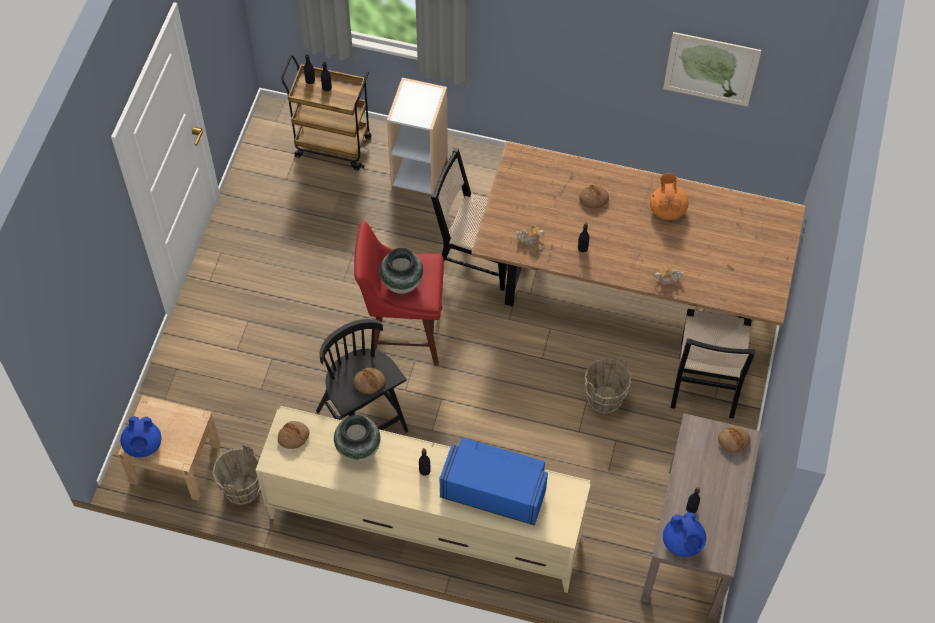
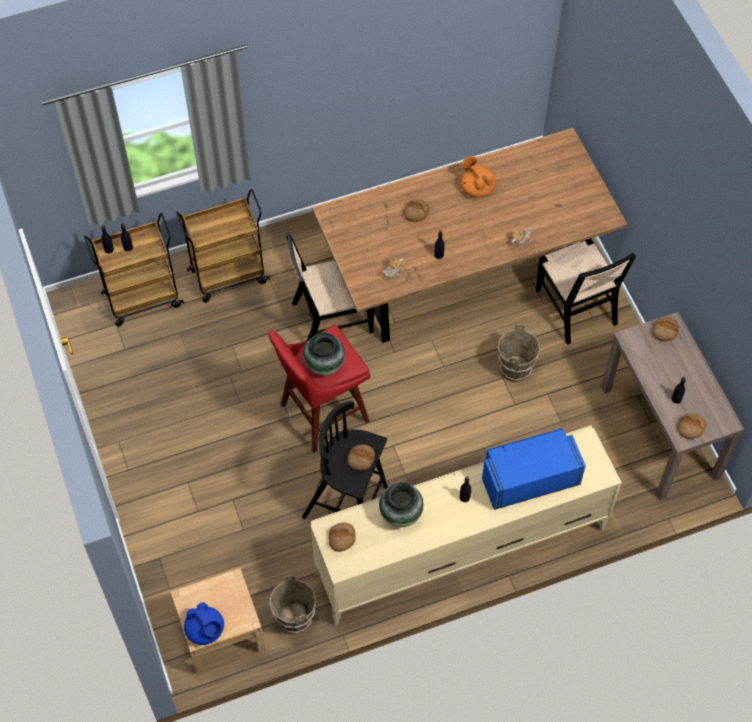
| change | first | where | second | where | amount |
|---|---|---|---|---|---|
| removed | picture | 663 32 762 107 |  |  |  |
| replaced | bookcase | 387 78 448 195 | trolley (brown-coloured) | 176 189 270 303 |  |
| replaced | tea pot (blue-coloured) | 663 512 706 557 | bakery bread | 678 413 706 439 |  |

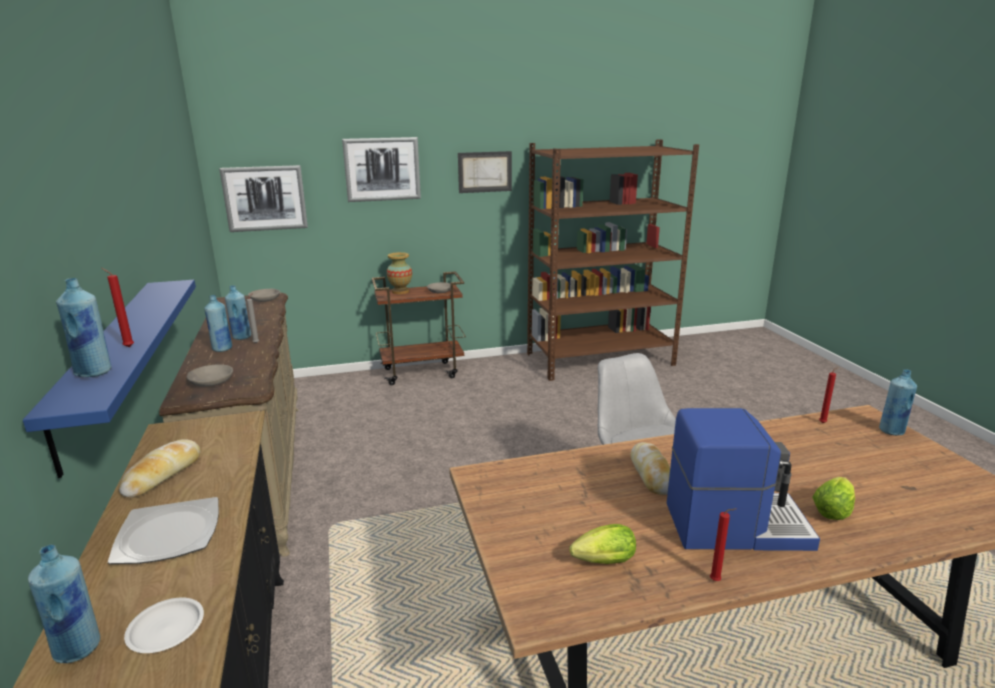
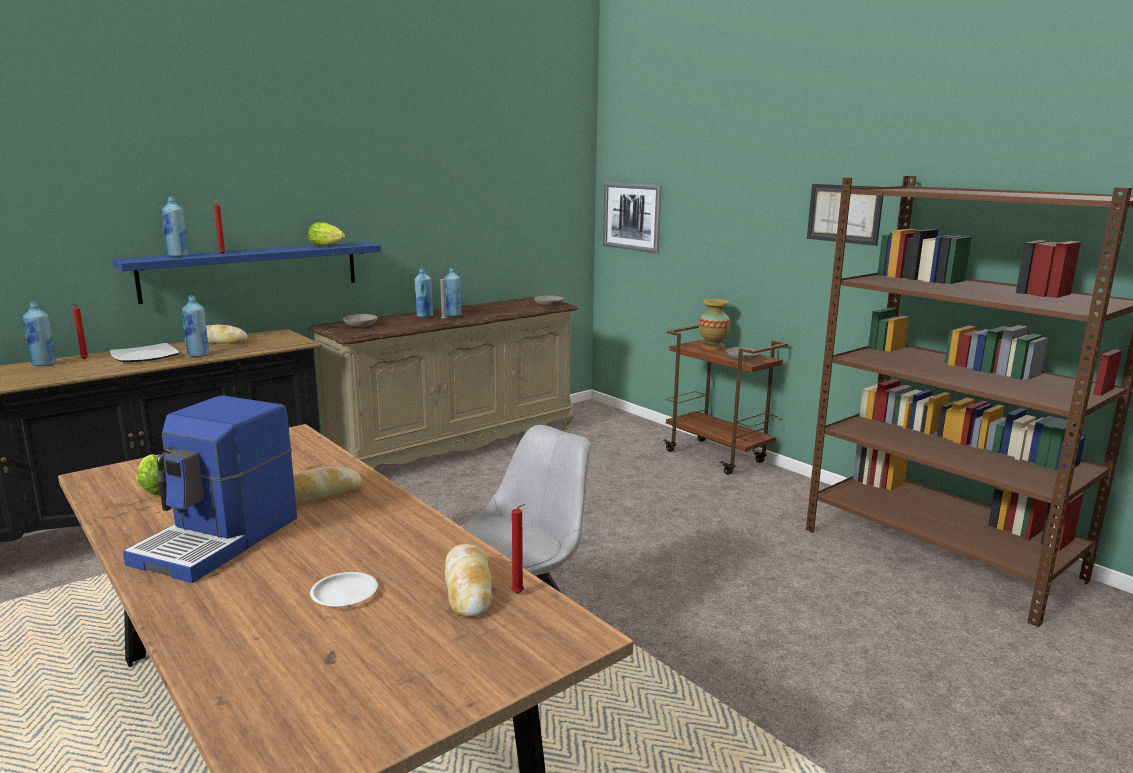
| change | first | where | second | where | amount |
|---|---|---|---|---|---|
| removed | picture | 342 137 421 202 |  |  |  |
| moved | drink bottle (blue-coloured) | 879 369 917 435 |  | 182 295 209 357 |  |
| turned | coffee maker | 667 408 820 551 |  | 123 395 297 583 | 45 degrees clockwise |
| moved | lettuce head | 812 477 855 520 |  | 308 222 345 246 |  |
| moved | wax candle (reddish) | 710 508 736 581 |  | 73 304 89 359 |  |
| moved | plate (white-coloured) | 124 597 204 653 |  | 310 572 378 607 |  |
| added |  |  | bakery bread | 445 544 492 617 |  |

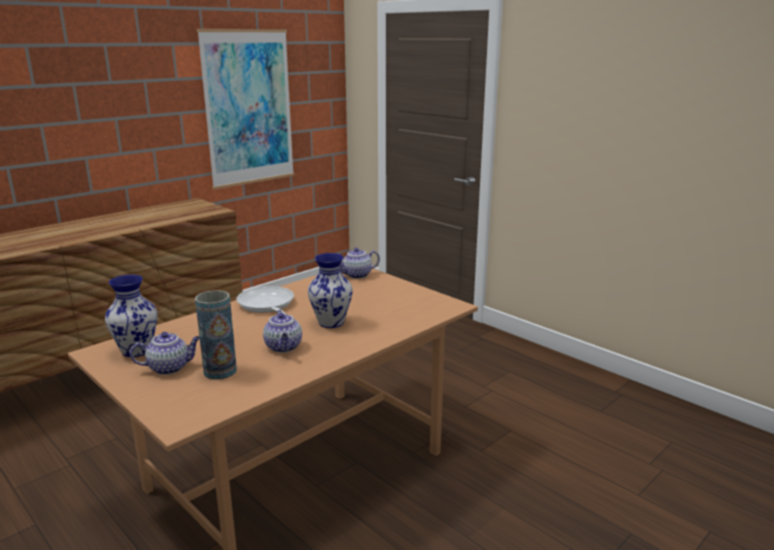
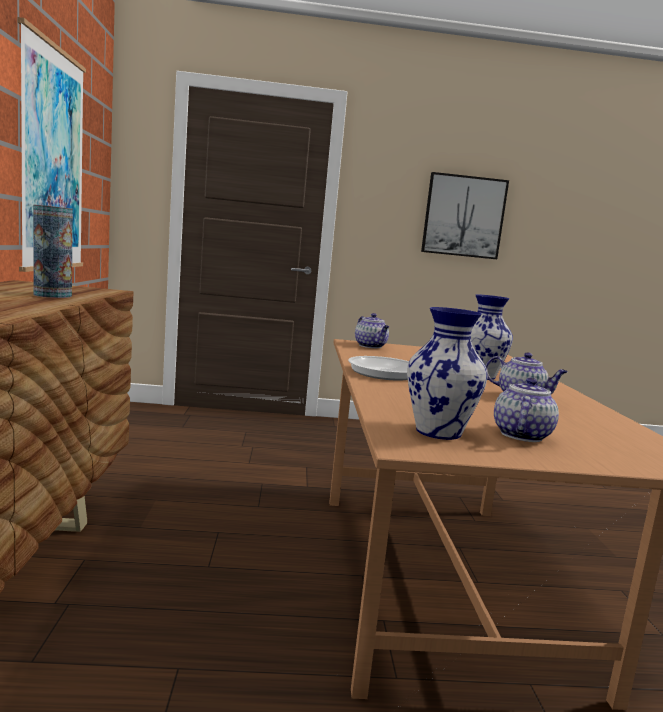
| change | first | where | second | where | amount |
|---|---|---|---|---|---|
| turned | tea pot | 340 248 380 279 |  | 355 313 389 348 | 45 degrees counterclockwise |
| moved | flower vase | 195 290 237 380 |  | 33 205 73 298 |  |
| added |  |  | picture | 421 172 509 259 |  |

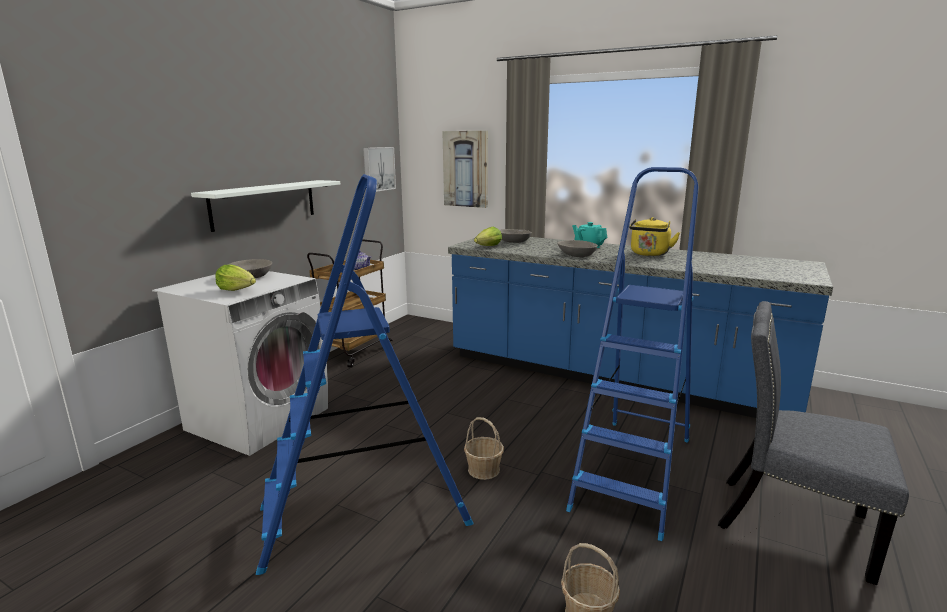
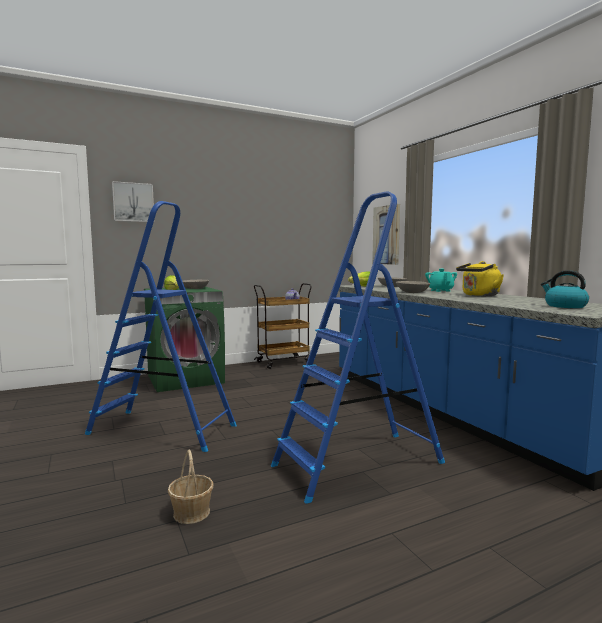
| change | first | where | second | where | amount |
|---|---|---|---|---|---|
| moved | picture | 363 147 396 192 |  | 112 181 154 222 |  |
| removed | bracket shelf (white-coloured) | 191 180 340 232 |  |  |  |
| recoloured | laundry machine (white-coloured) | 152 271 328 456 | laundry machine (greenish) | 144 287 225 392 |  |
| removed | plain chair (greyish) | 718 301 909 585 |  |  |  |
| removed | basket | 464 417 504 480 |  |  |  |
| added |  |  | kettle | 541 270 589 308 |  |

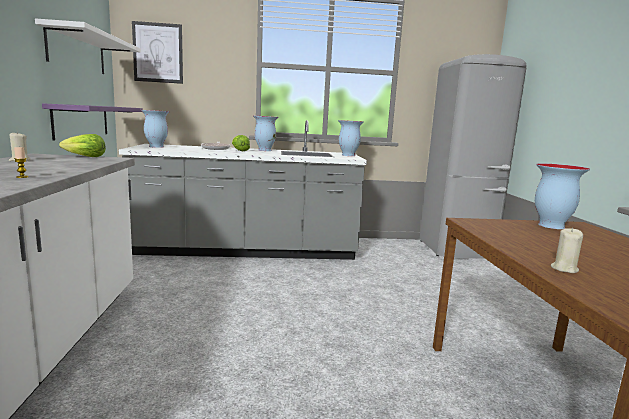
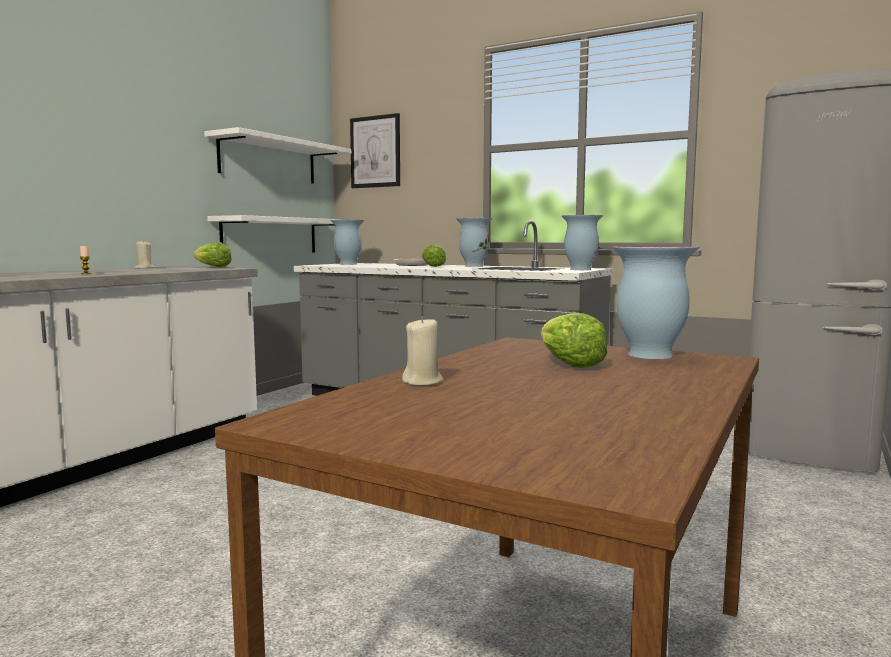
| change | first | where | second | where | amount |
|---|---|---|---|---|---|
| recoloured | bracket shelf (purple) | 42 103 143 141 | bracket shelf (white-coloured) | 207 215 343 253 |  |
| added |  |  | lettuce head | 541 313 607 368 |  |

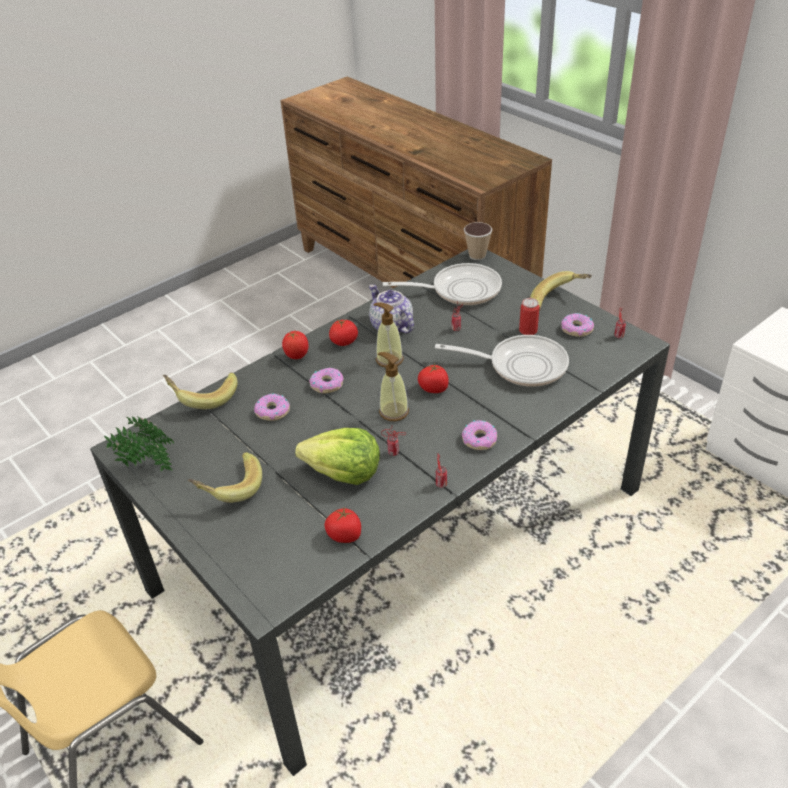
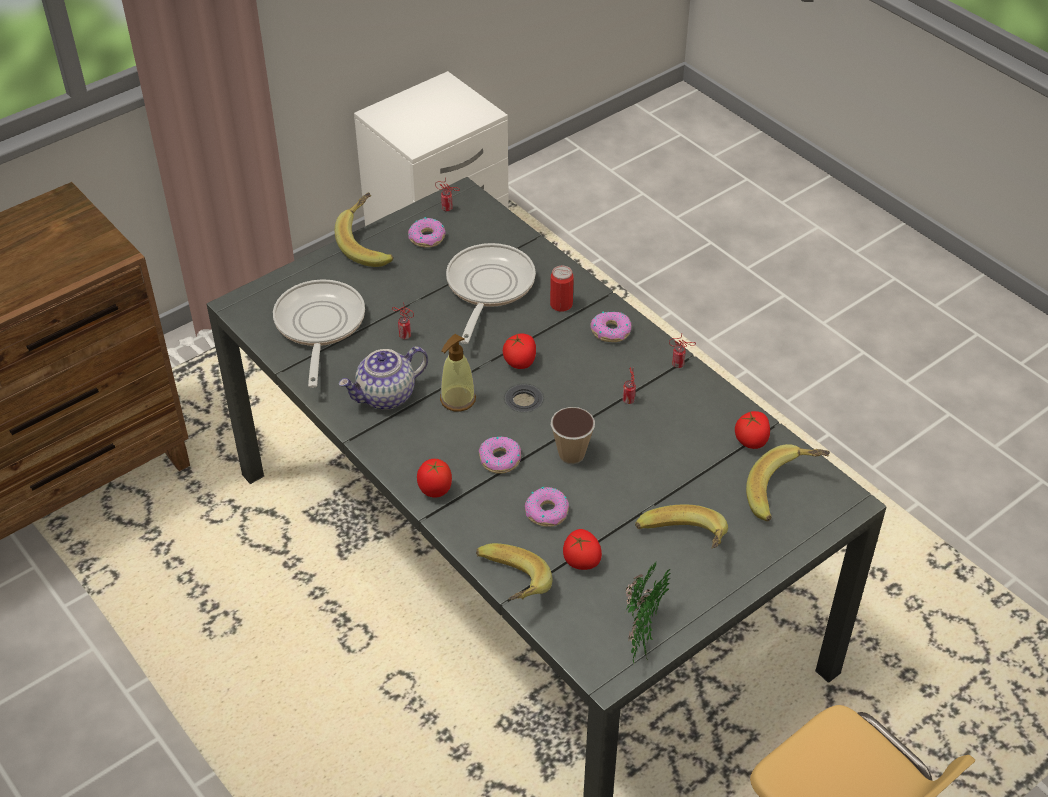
| change | first | where | second | where | amount |
|---|---|---|---|---|---|
| moved | drinking cup | 464 222 492 260 |  | 551 407 595 465 |  |
| moved | sealed can | 519 298 540 335 |  | 550 266 574 312 |  |
| moved | tomato | 329 319 358 346 |  | 563 529 602 570 |  |
| removed | soap bottle | 378 352 409 421 |  |  |  |
| removed | lettuce head | 295 428 380 485 |  |  |  |
| added |  |  | banana fruit | 746 444 830 521 |  |

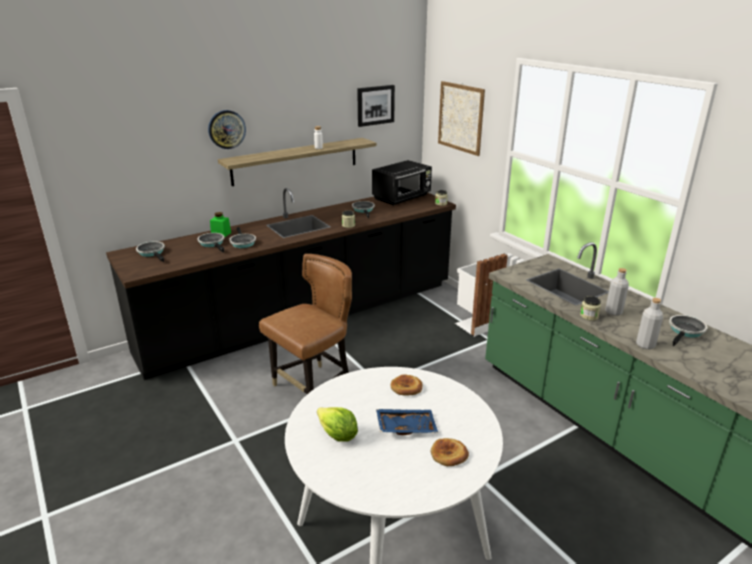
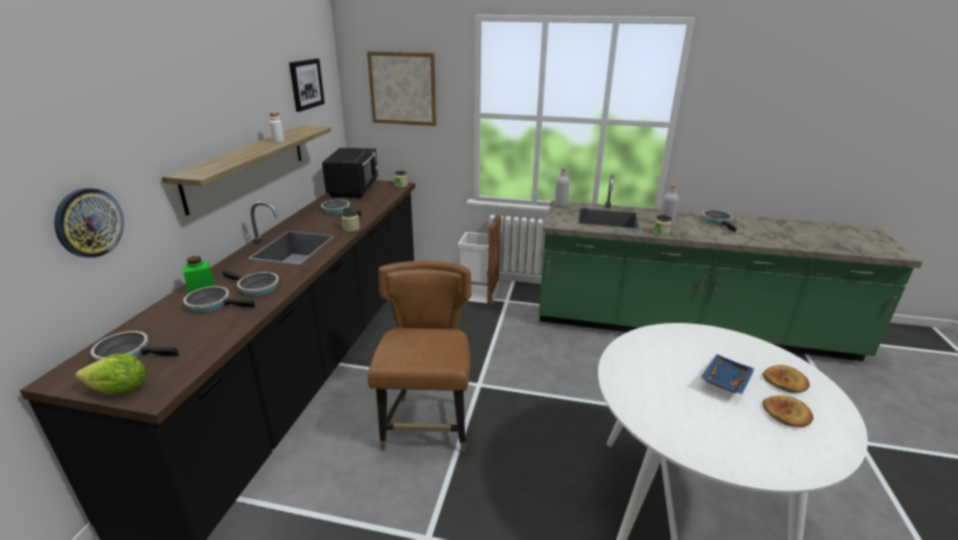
| change | first | where | second | where | amount |
|---|---|---|---|---|---|
| moved | hanging clock | 208 110 246 149 |  | 54 188 124 258 |  |
| moved | drink bottle (greyish) | 636 298 663 350 |  | 554 168 570 208 |  |
| moved | bakery bread | 391 375 423 396 |  | 763 395 814 427 |  |
| moved | lettuce head | 317 407 358 442 |  | 76 354 147 394 |  |

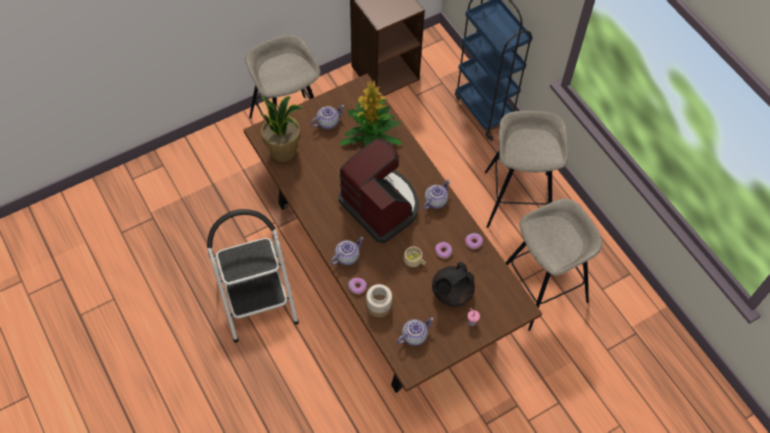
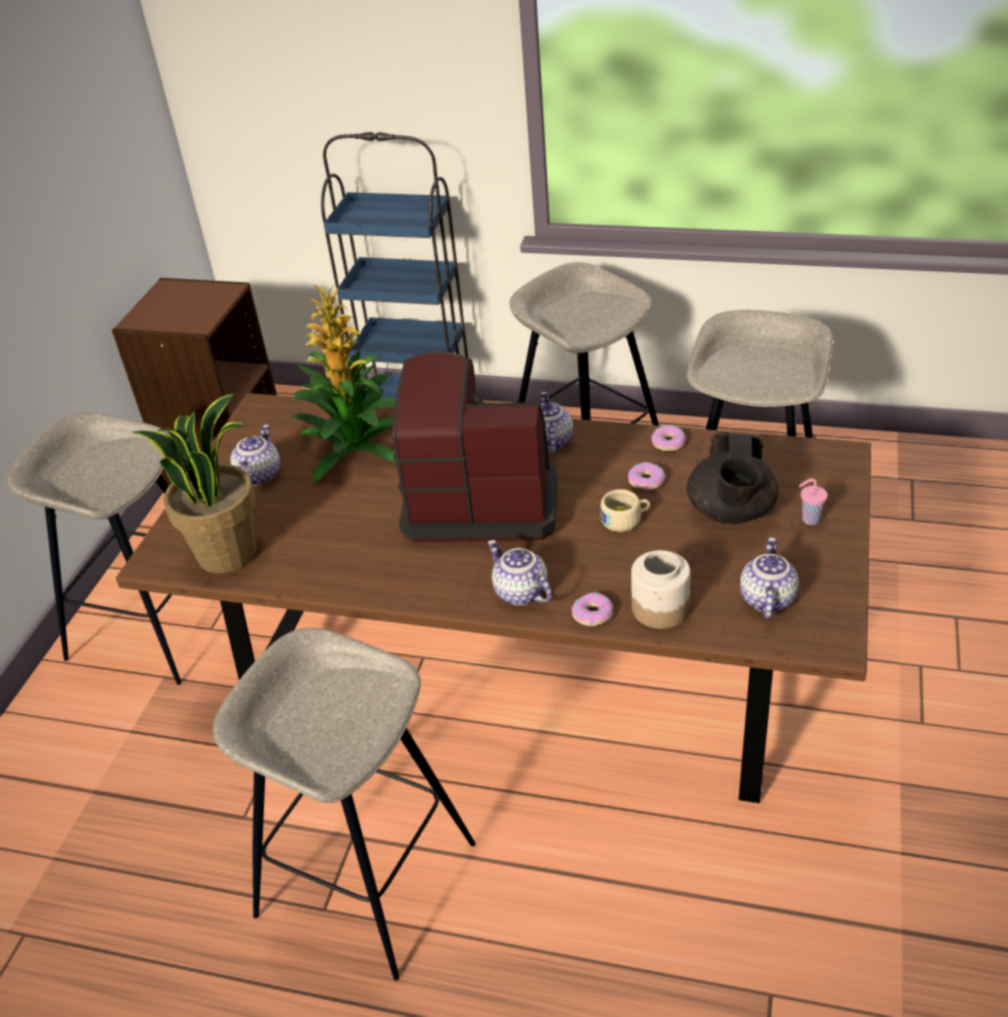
| change | first | where | second | where | amount |
|---|---|---|---|---|---|
| replaced | step ladder | 207 209 299 343 | sitting stool (greyish) | 213 628 476 981 |  |
| turned | tea pot | 330 237 364 265 |  | 488 540 552 605 | 45 degrees counterclockwise |

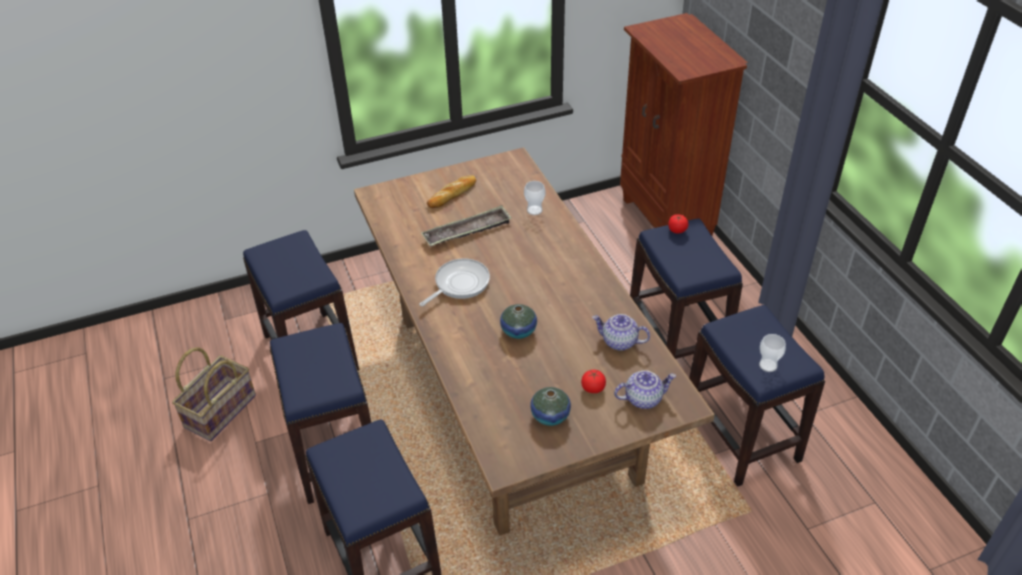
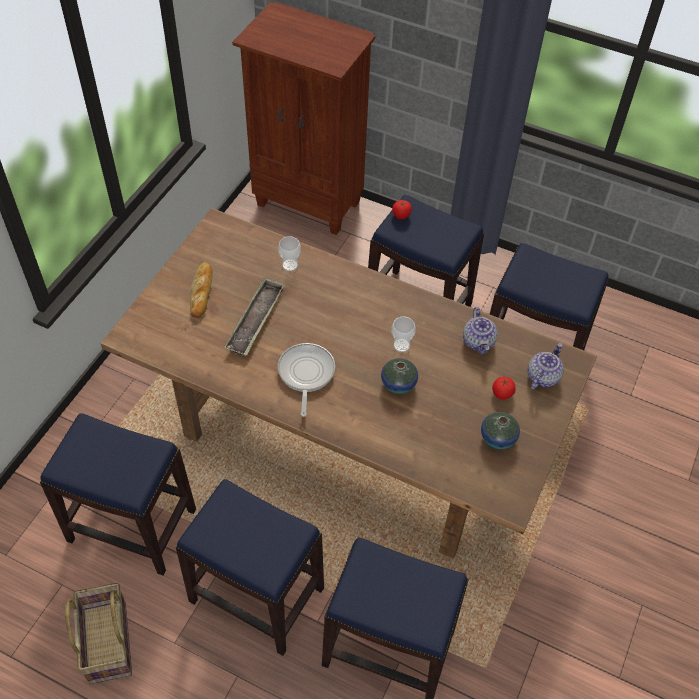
| change | first | where | second | where | amount |
|---|---|---|---|---|---|
| turned | tea pot | 592 314 650 351 |  | 463 307 498 354 | 75 degrees counterclockwise |
| moved | drinking cup | 759 334 786 372 |  | 391 316 416 352 |  |

